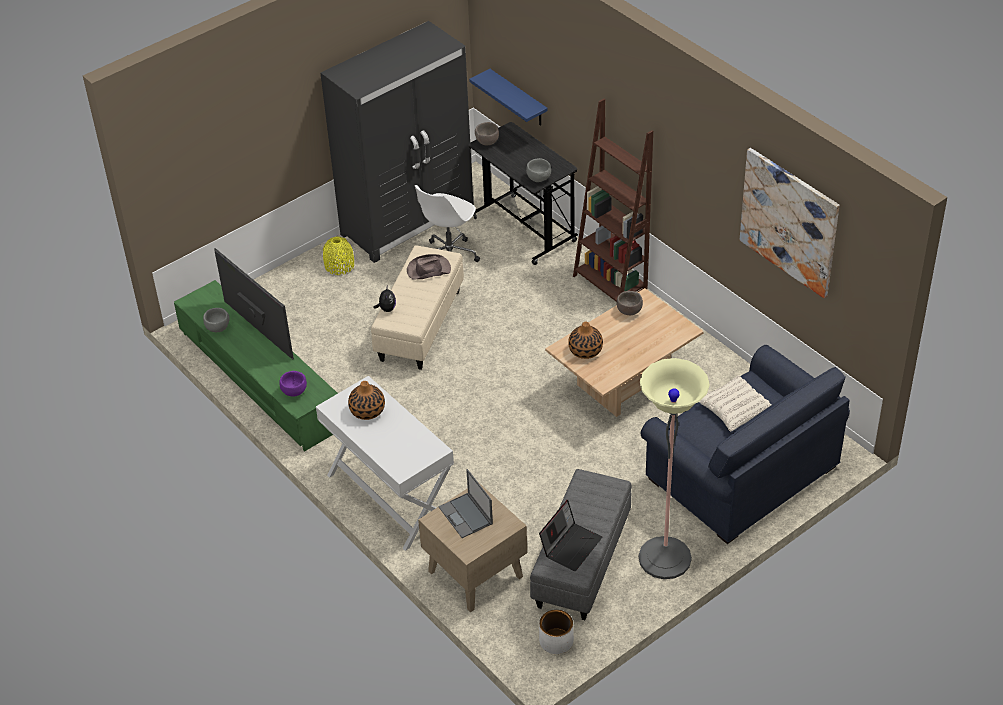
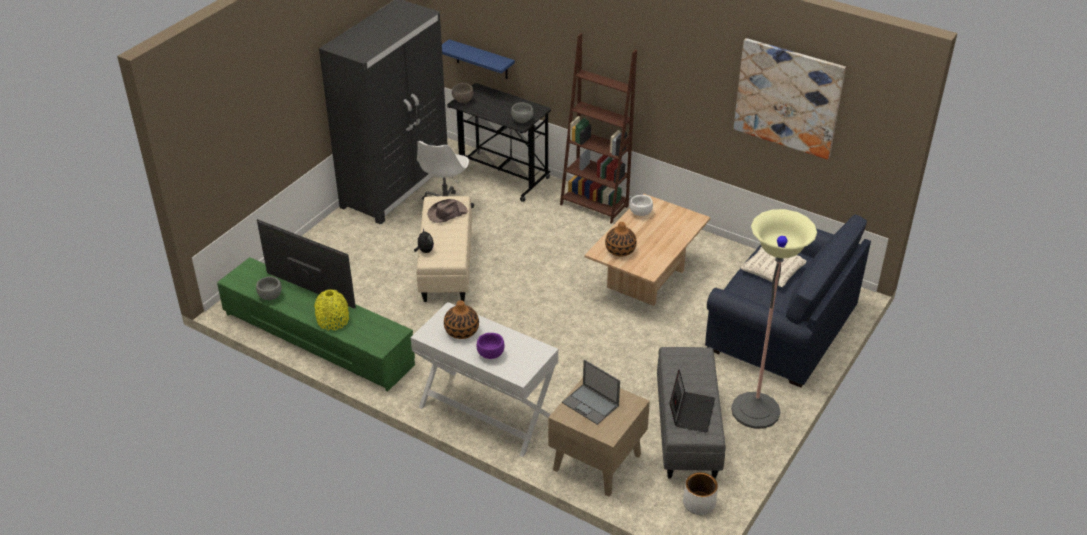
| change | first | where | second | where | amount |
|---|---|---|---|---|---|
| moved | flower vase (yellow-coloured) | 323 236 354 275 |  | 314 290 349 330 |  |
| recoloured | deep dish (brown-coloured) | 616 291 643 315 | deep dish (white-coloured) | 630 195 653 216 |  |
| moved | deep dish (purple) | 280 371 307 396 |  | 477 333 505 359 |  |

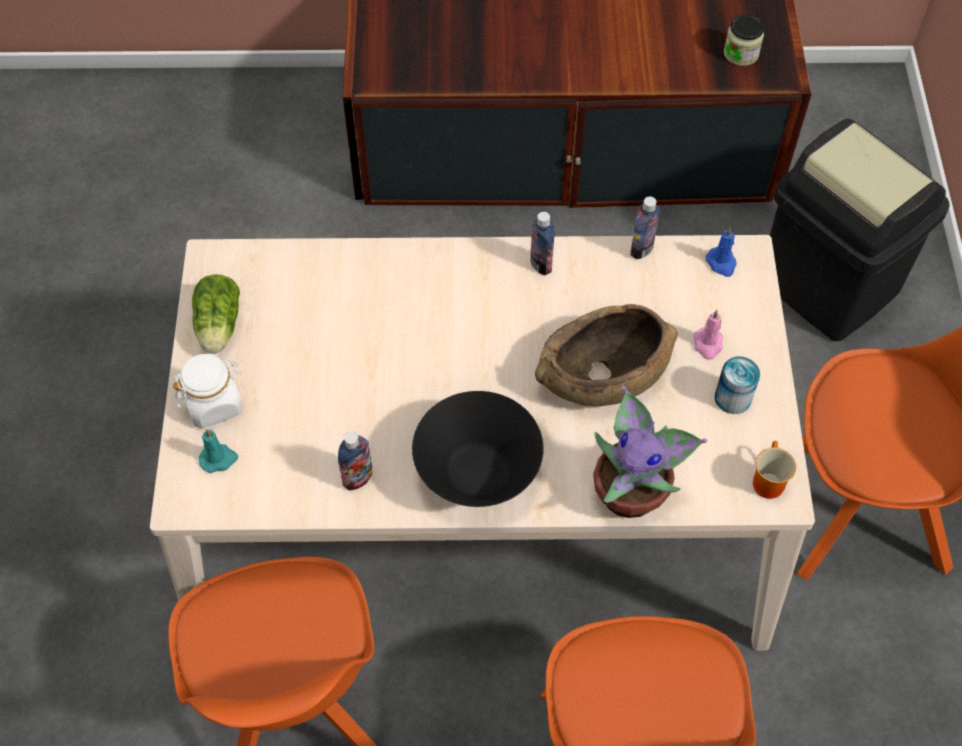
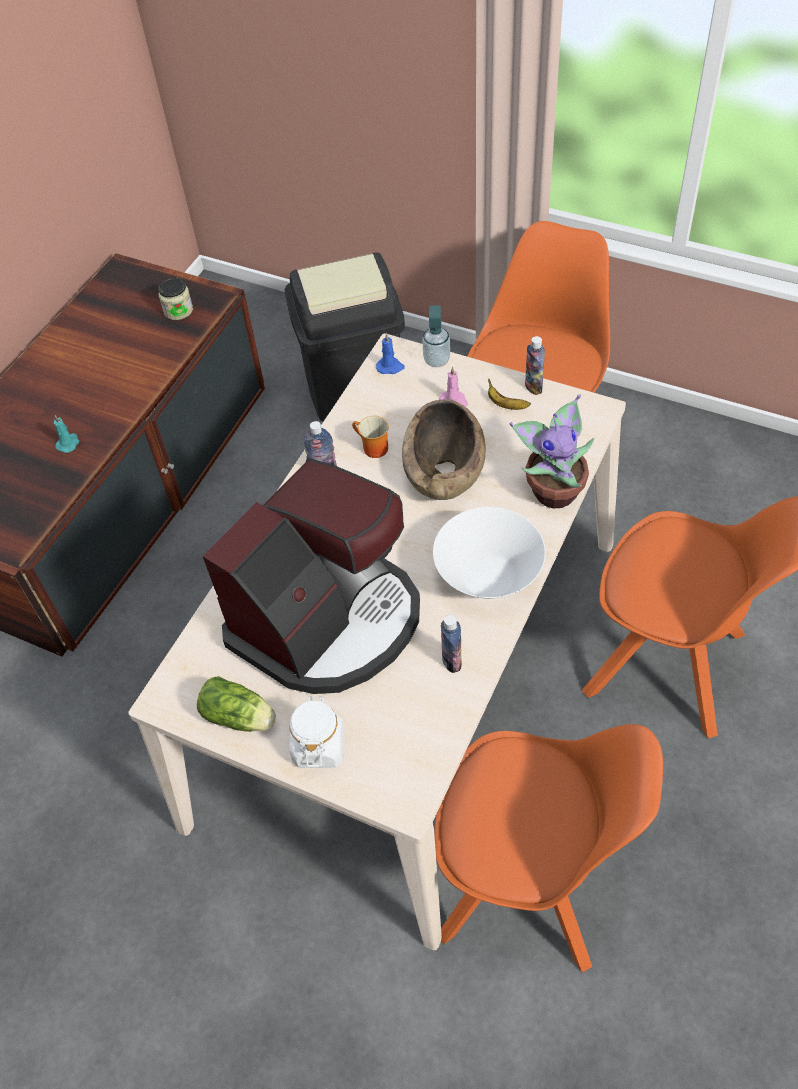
| change | first | where | second | where | amount |
|---|---|---|---|---|---|
| moved | drink bottle | 630 196 660 259 |  | 525 336 545 395 |  |
| replaced | sealed can | 715 356 760 414 | banana fruit | 488 378 531 410 |  |
| recoloured | deep dish (black) | 412 391 544 507 | deep dish (white-coloured) | 433 507 545 599 |  |
| moved | wax candle (turquoise-coloured) | 199 429 238 473 |  | 54 415 79 453 |  |
| moved | mug | 753 441 796 499 |  | 352 416 389 458 |  |
| added |  |  | soap bottle | 422 305 450 367 |  |
| added |  |  | coffee maker | 203 459 420 694 |  |

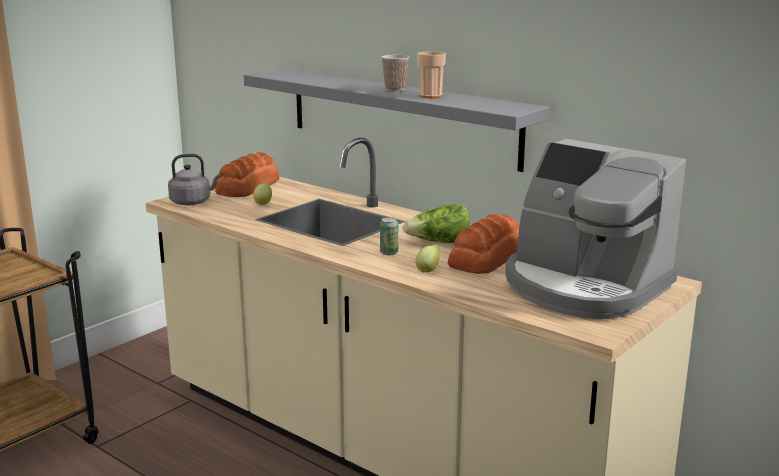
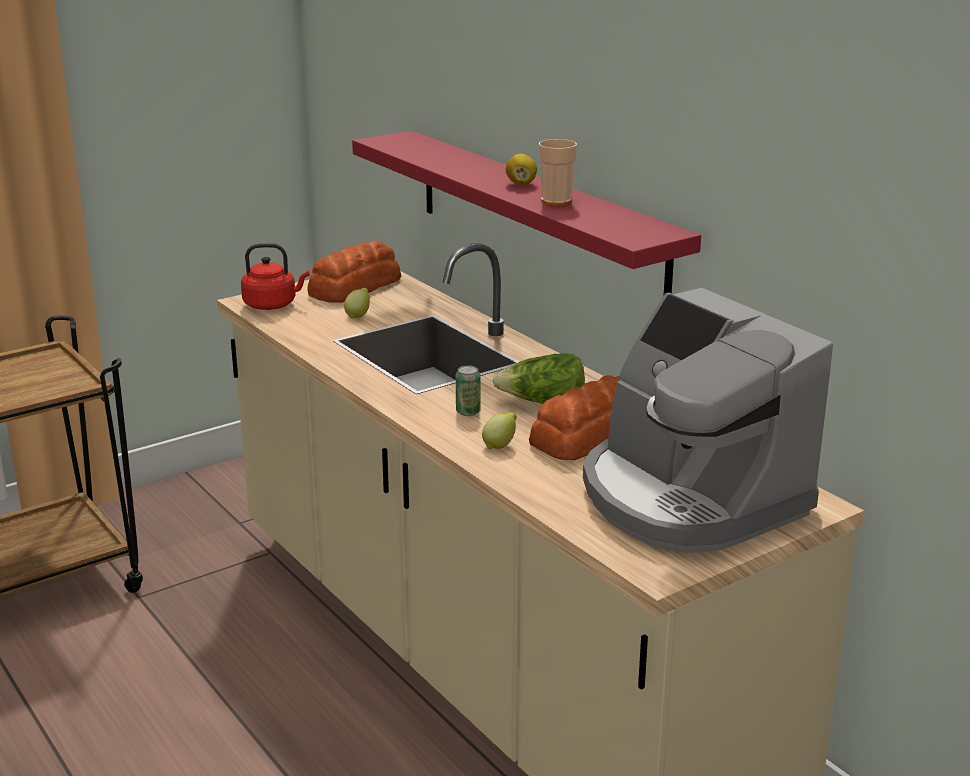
| change | first | where | second | where | amount |
|---|---|---|---|---|---|
| replaced | drinking cup | 381 55 409 91 | lemon | 506 154 537 185 |  |
| recoloured | bracket shelf (greyish) | 244 69 550 172 | bracket shelf (reddish) | 352 131 701 294 |  |
| recoloured | kettle (greyish) | 168 154 221 205 | kettle (reddish) | 241 243 310 310 |  |

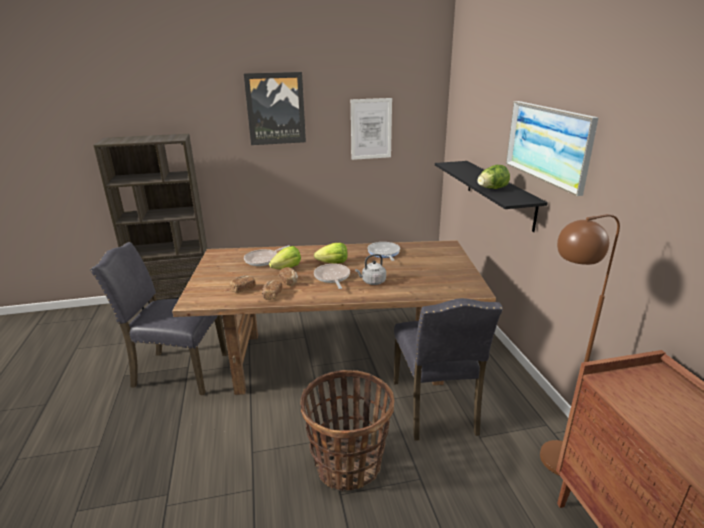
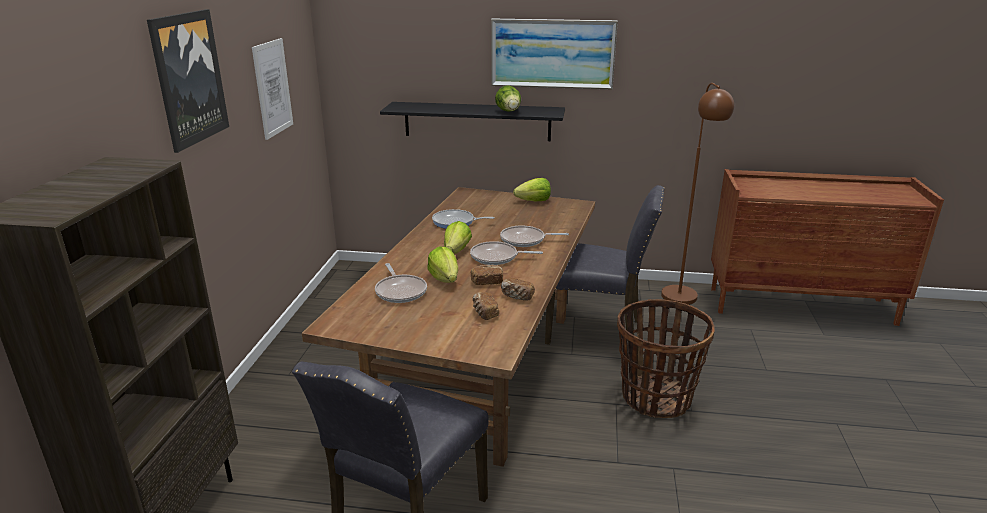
| change | first | where | second | where | amount |
|---|---|---|---|---|---|
| replaced | kettle (greyish) | 355 254 386 285 | skillet | 500 226 569 247 |  |
| added |  |  | lettuce head | 513 178 551 201 |  |

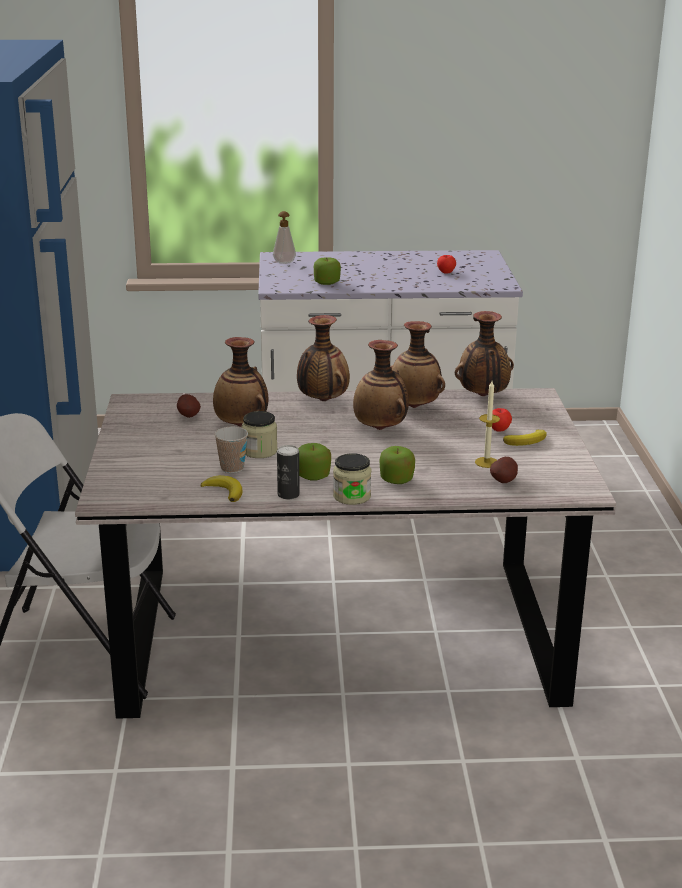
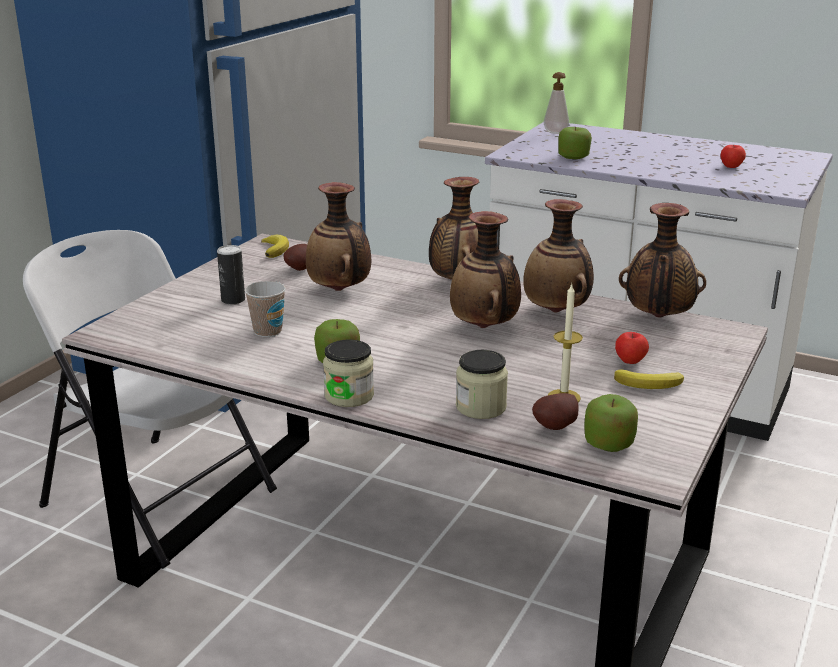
| change | first | where | second | where | amount |
|---|---|---|---|---|---|
| moved | preserve jar | 242 411 277 458 |  | 456 350 508 419 |  |
| moved | sealed can | 277 445 300 499 |  | 217 245 245 304 |  |
| moved | apple | 380 446 415 484 |  | 584 394 638 452 |  |
| moved | banana fruit | 201 475 243 502 |  | 261 235 289 258 |  |

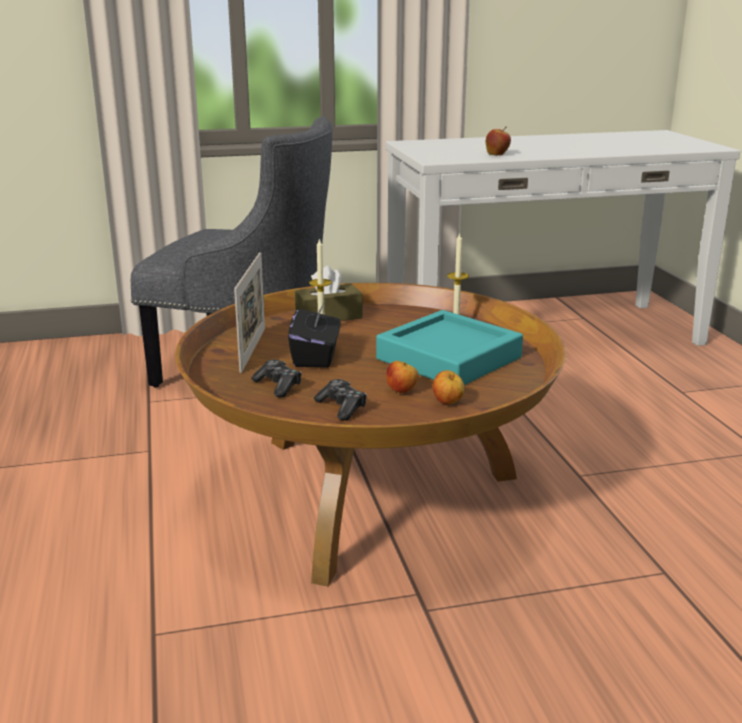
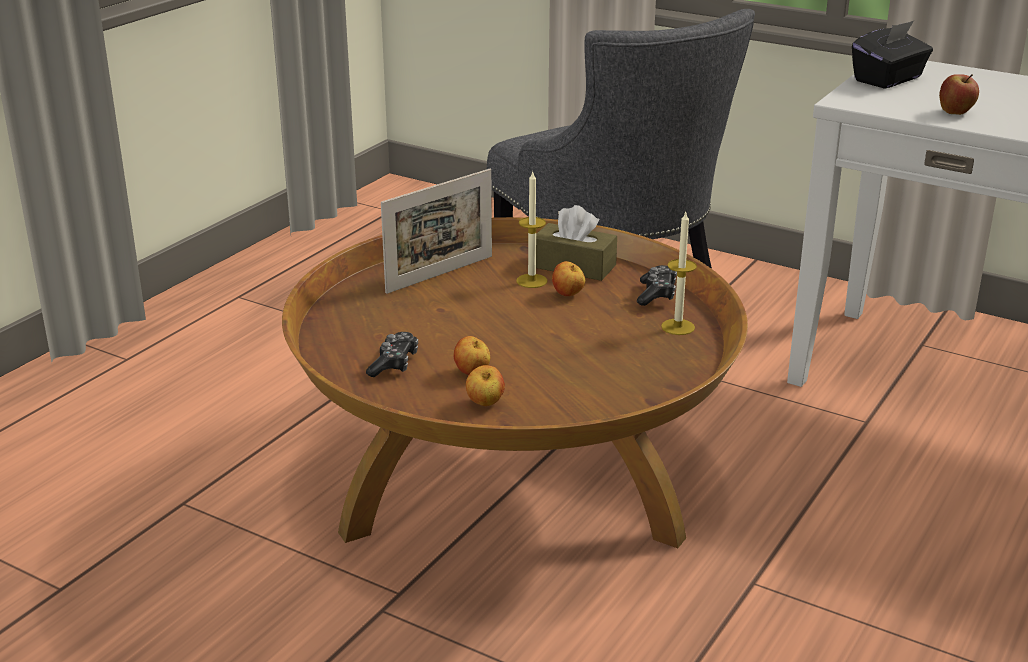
| change | first | where | second | where | amount |
|---|---|---|---|---|---|
| moved | tissue holder (black) | 288 301 341 368 |  | 852 21 933 89 |  |
| removed | tray (turquoise-coloured) | 376 310 523 385 |  |  |  |
| moved | gamepad | 251 359 302 397 |  | 637 265 677 306 |  |
| added |  |  | apple | 552 261 585 296 |  |

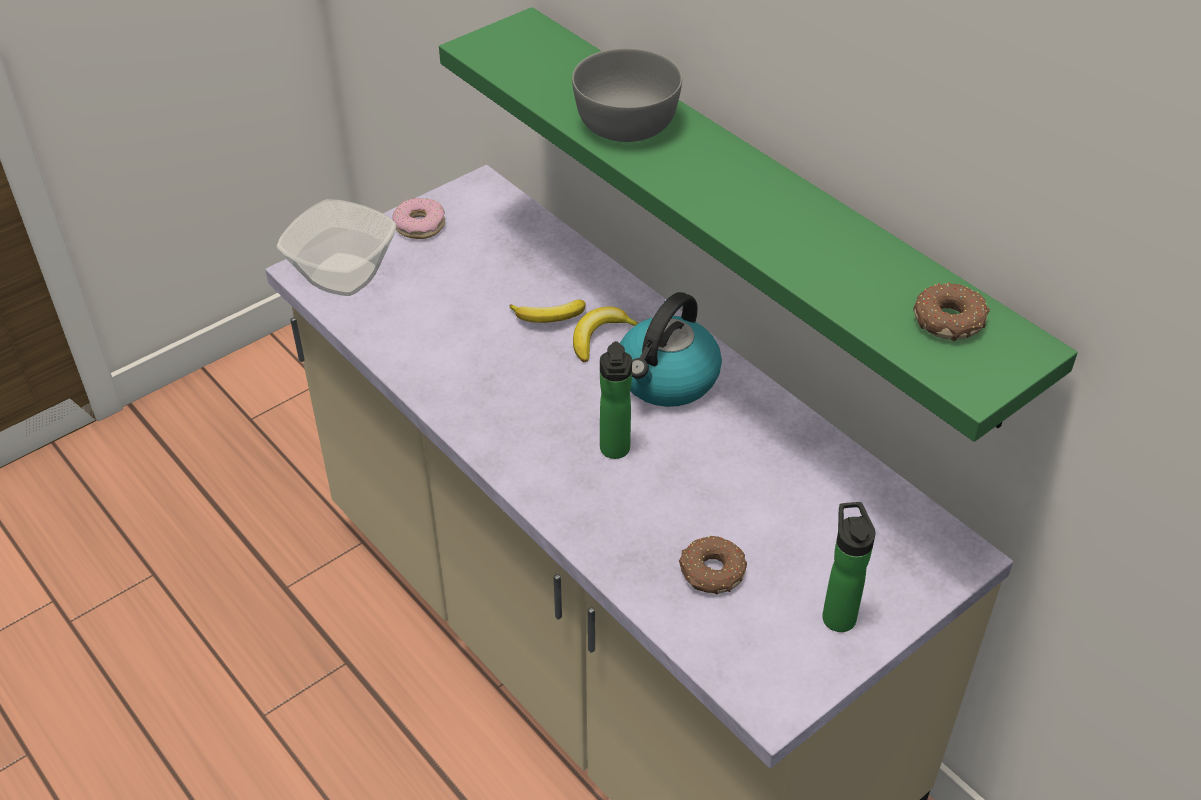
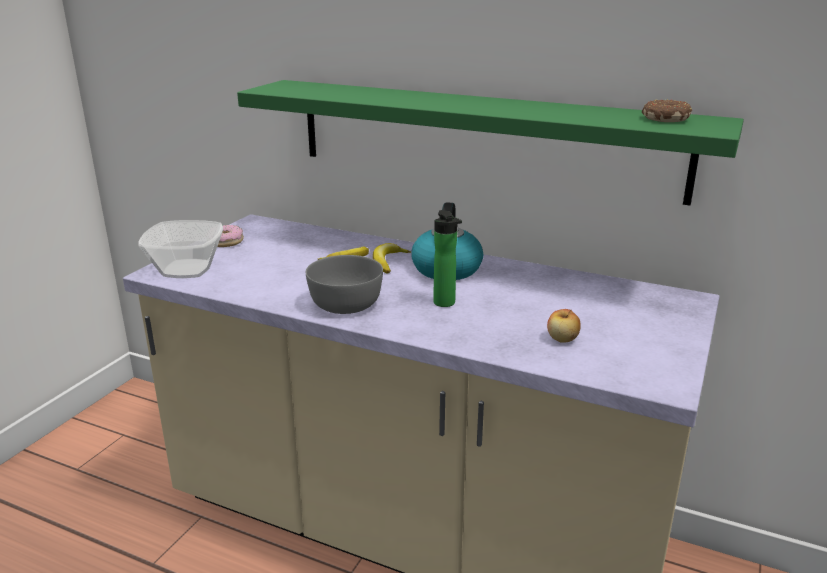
| change | first | where | second | where | amount |
|---|---|---|---|---|---|
| moved | deep dish (greyish) | 572 48 682 142 |  | 306 255 383 314 |  |
| removed | drink bottle | 822 502 875 632 |  |  |  |
| replaced | ring doughnut | 679 535 747 594 | apple | 547 309 581 343 |  |

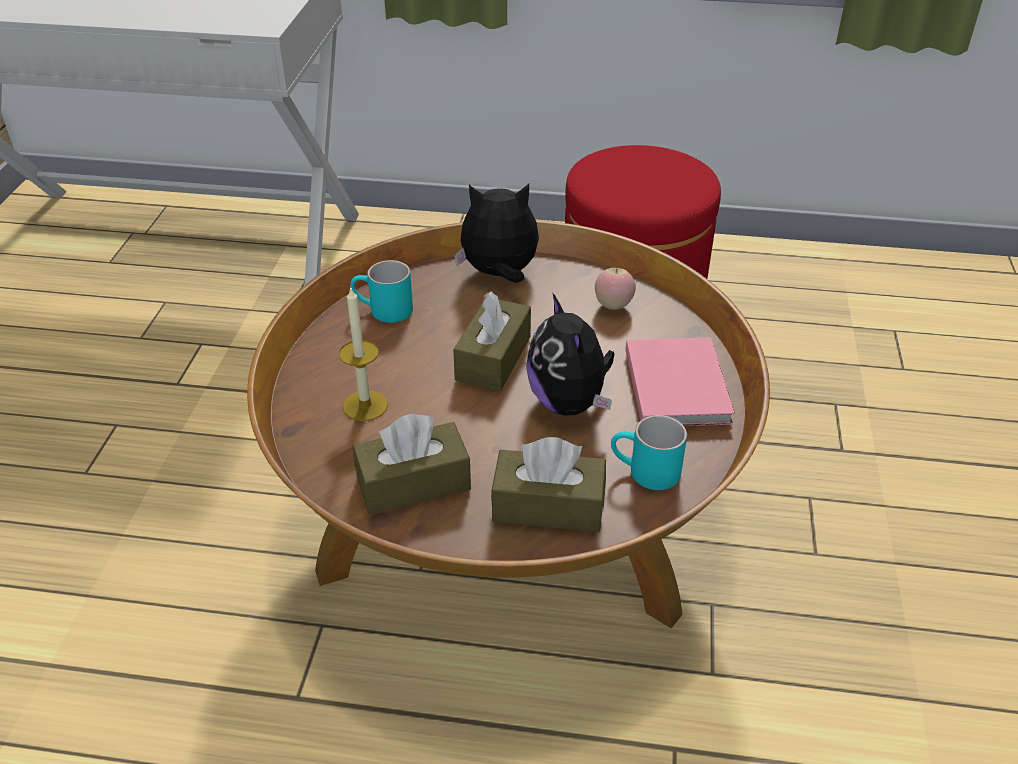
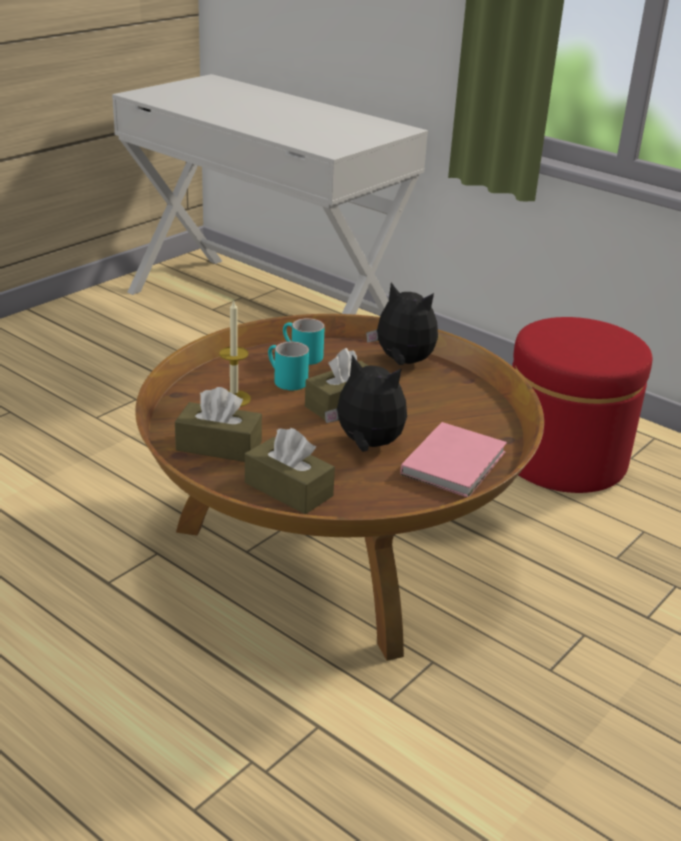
| change | first | where | second | where | amount |
|---|---|---|---|---|---|
| removed | apple | 595 268 636 310 |  |  |  |
| turned | soft toy | 526 294 614 416 |  | 325 355 407 452 | 105 degrees clockwise |
| moved | mug (turquoise-coloured) | 611 415 687 490 |  | 268 342 309 390 |  |

